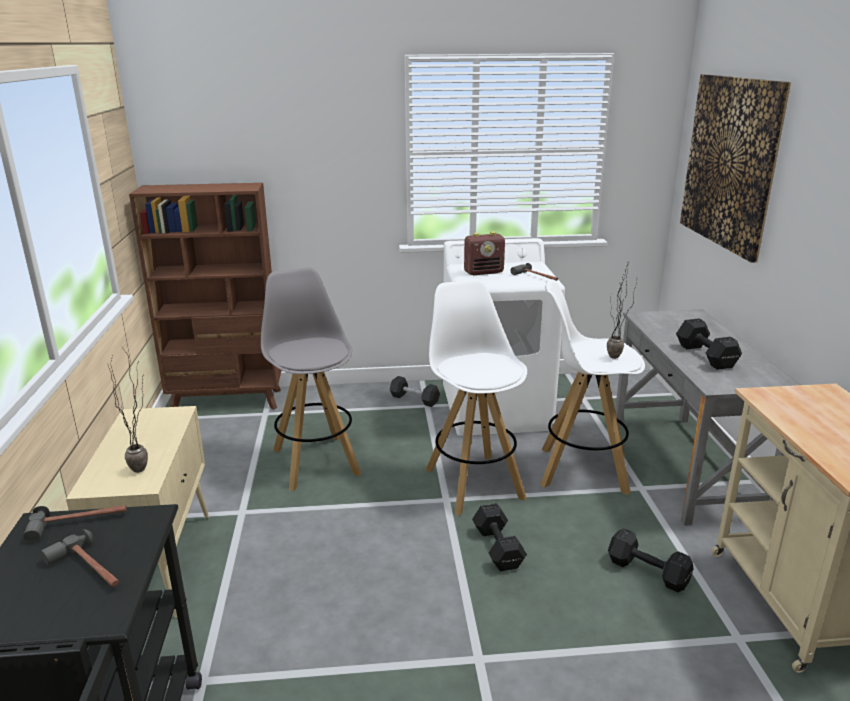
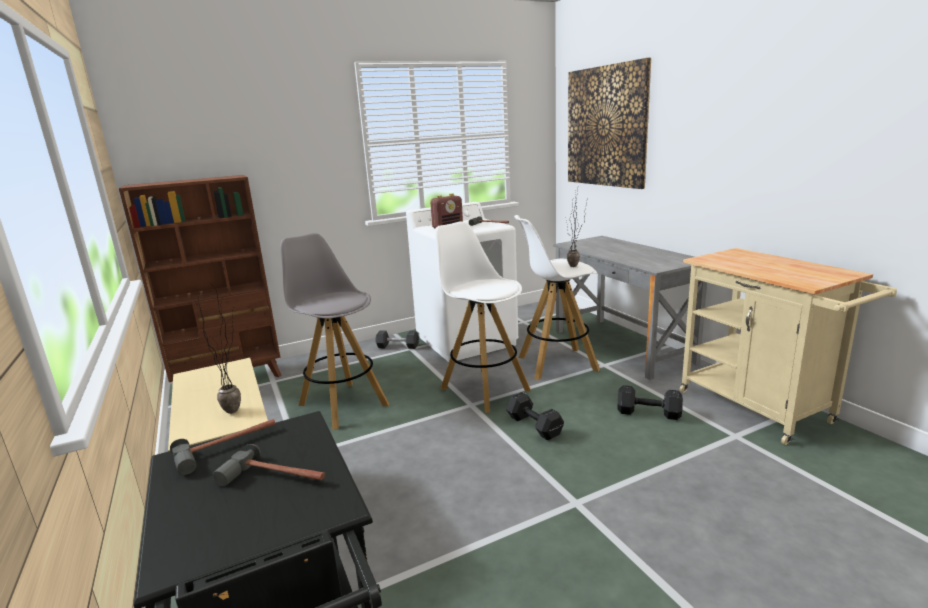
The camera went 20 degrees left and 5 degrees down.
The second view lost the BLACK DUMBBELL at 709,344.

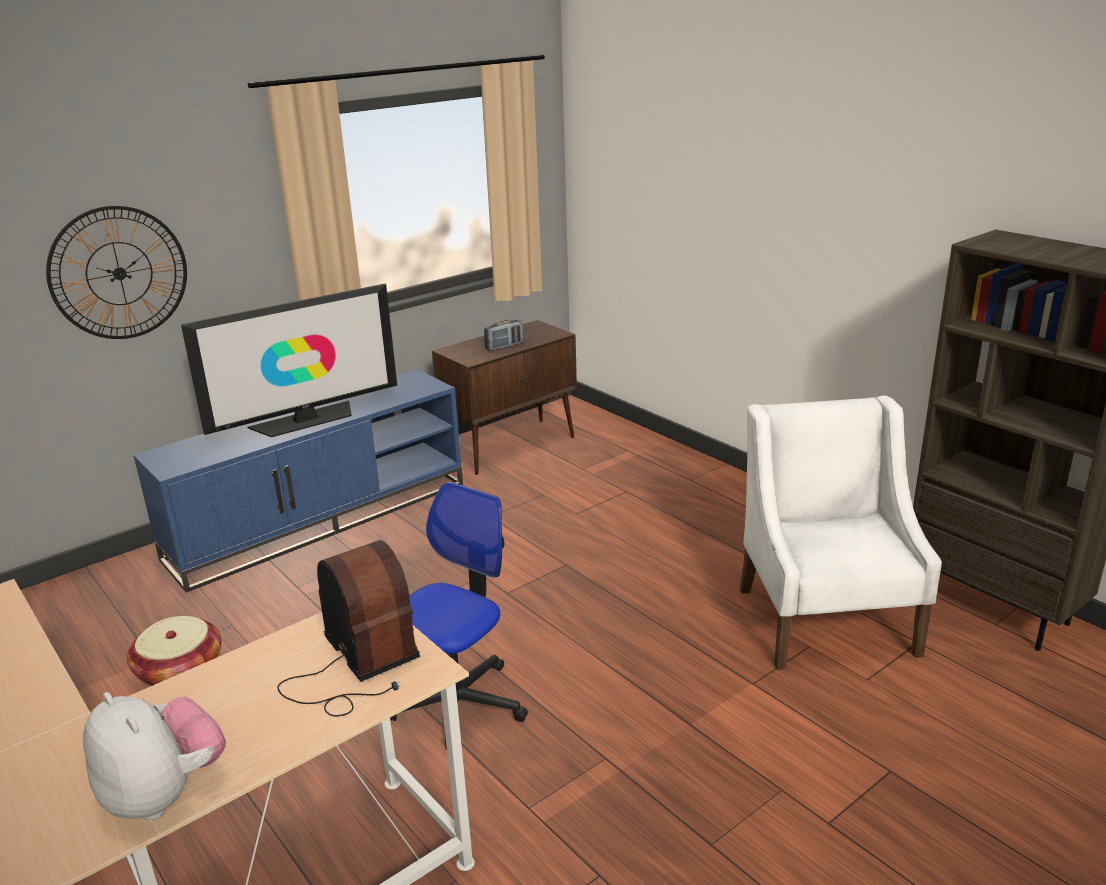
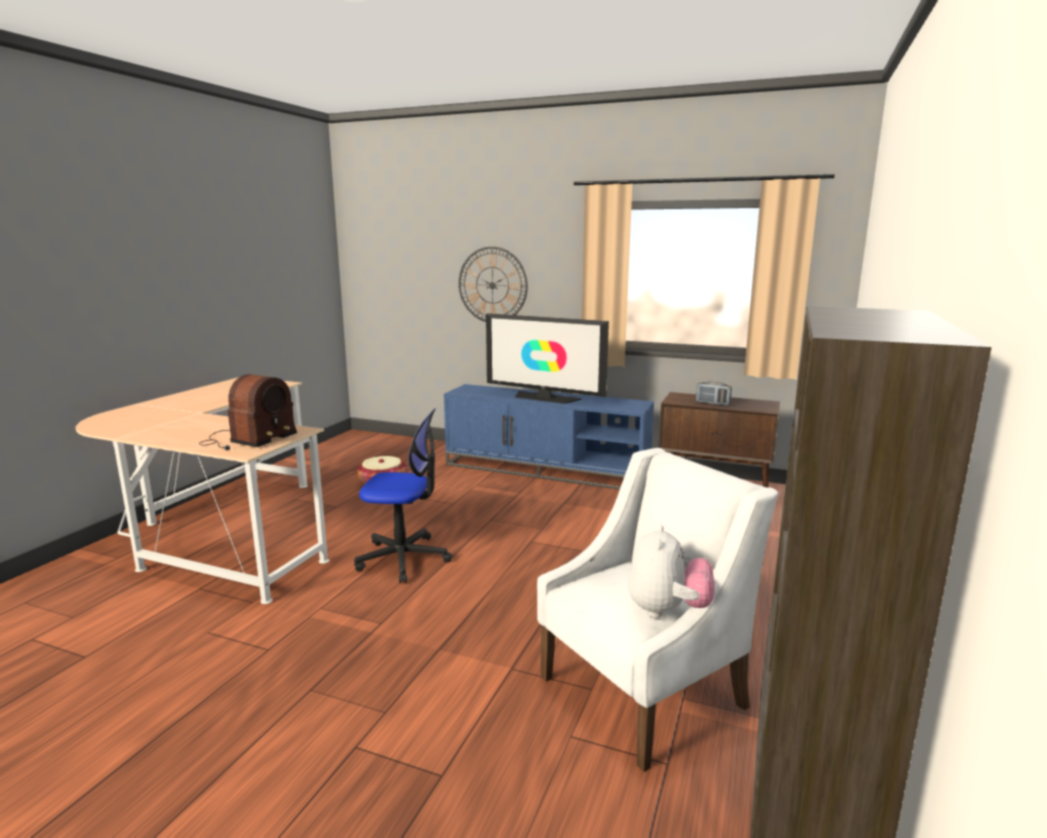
The camera went 60 degrees right and 10 degrees down.
The PLUSH TOY ended up elsewhere, having gone from 154,756 to 671,571.

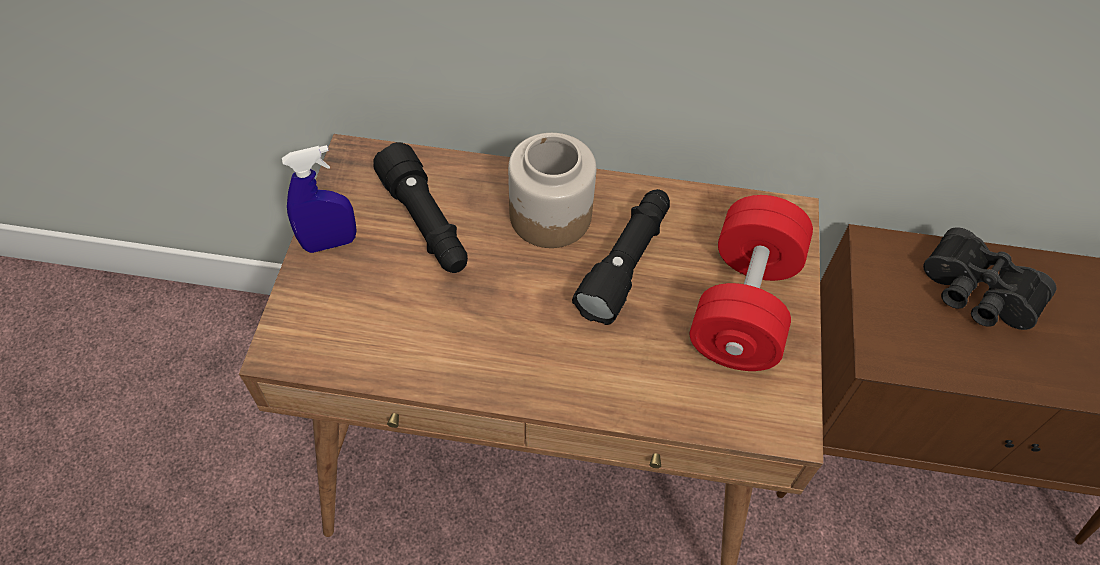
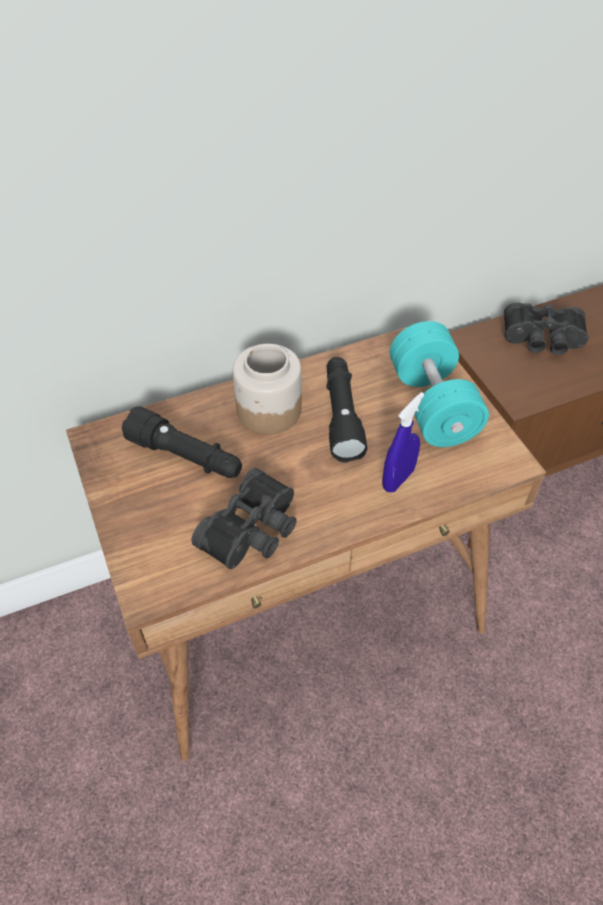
The camera went 30 degrees left and 5 degrees down.
The BLUE SPRAY BOTTLE ended up elsewhere, having gone from 319,199 to 403,442.
What was the RED DUMBBELL at 751,283 turned into the TURQUOISE DUMBBELL at 439,384.
The second view gained the BLACK BINOCULARS at 244,518.

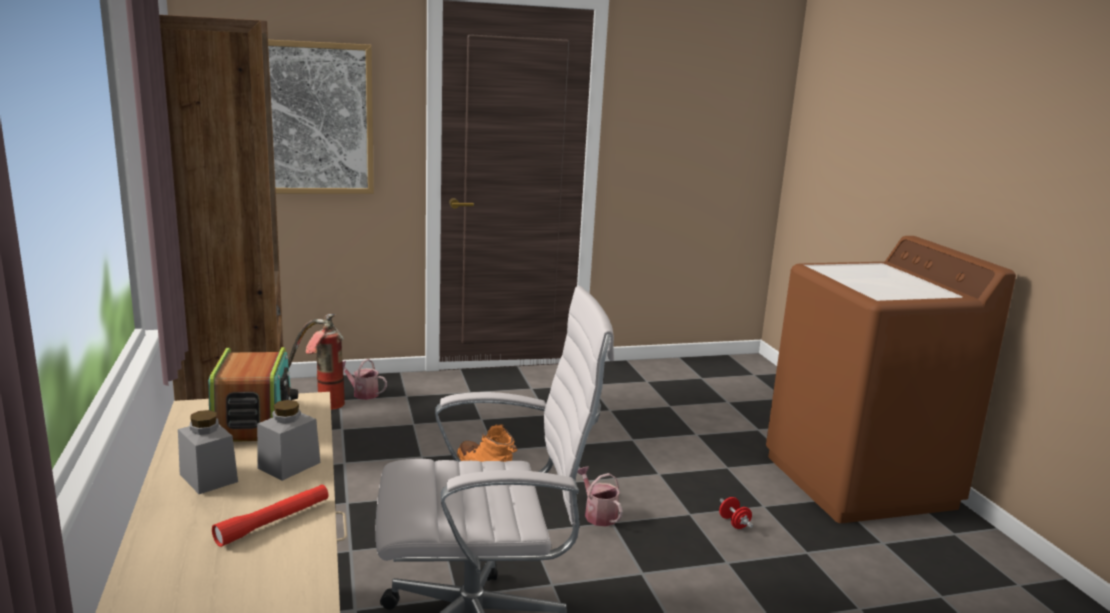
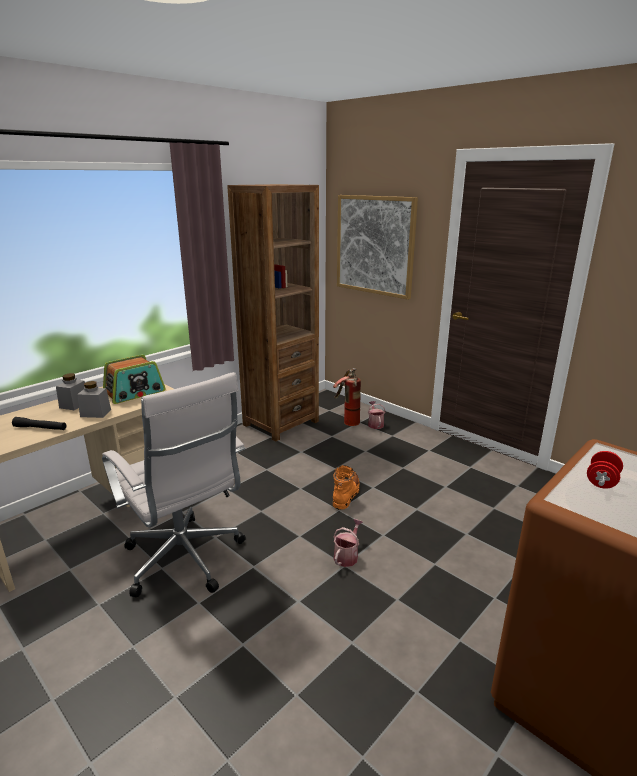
The camera went 60 degrees right and 5 degrees up.
What was the RED FLASHLIGHT at 270,516 turned into the BLACK FLASHLIGHT at 39,423.
The RED DUMBBELL ended up elsewhere, having gone from 736,513 to 605,470.

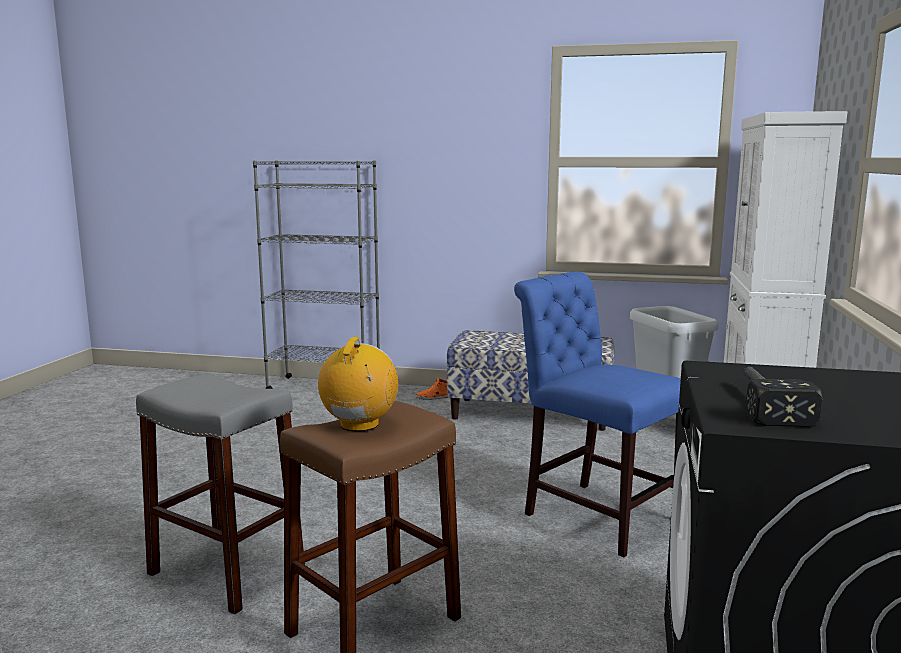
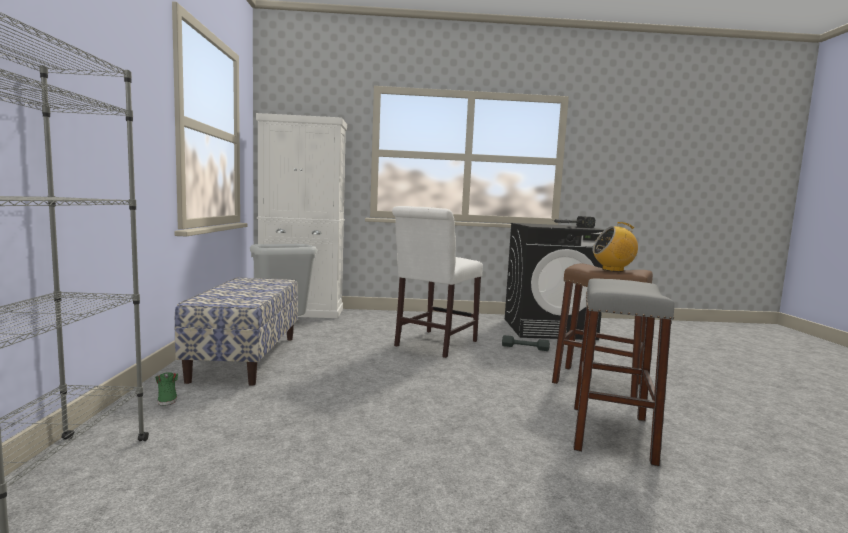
The camera went 105 degrees left and 5 degrees down.
What was the ORANGE SHOE at 432,389 turned into the GREEN SHOE at 166,389.
What was the BLUE CHAIR at 597,414 turned into the WHITE CHAIR at 437,282.
The second view gained the GREY DUMBBELL at 526,343.

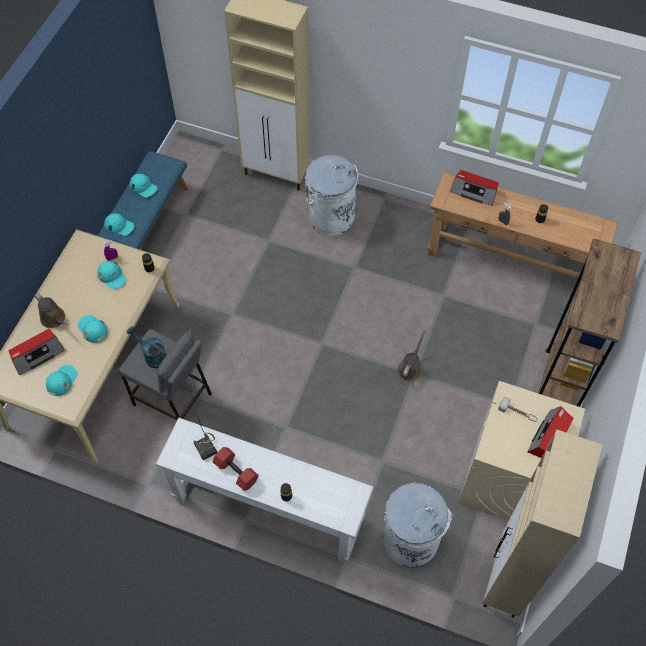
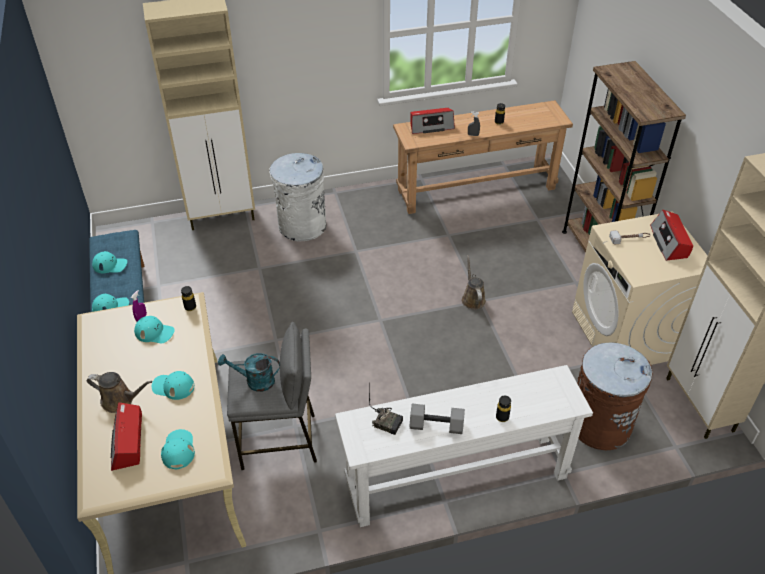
The camera went 35 degrees left and 15 degrees down.
The RADIO at 37,352 ended up facing another way, 150 degrees clockwise from before.
What was the RED DUMBBELL at 236,468 turned into the GREY DUMBBELL at 437,419.
What was the WHITE TRASH CAN at 418,525 turned into the BROWN TRASH CAN at 615,396.

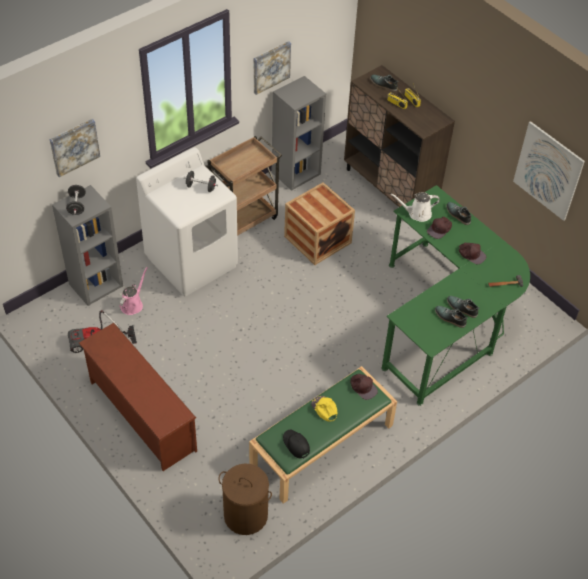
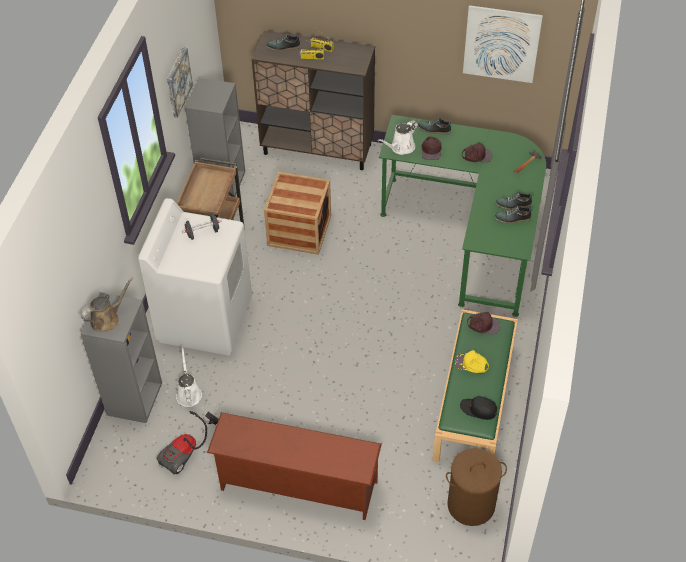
The camera went 35 degrees left and 0 degrees up.
The second view lost the PICTURE at 75,148.
Where the BLACK DUMBBELL stood at 76,200, the BROWN WATERING CAN came to stand at 107,304.
What was the PINK WATERING CAN at 133,291 turned into the WHITE WATERING CAN at 189,377.

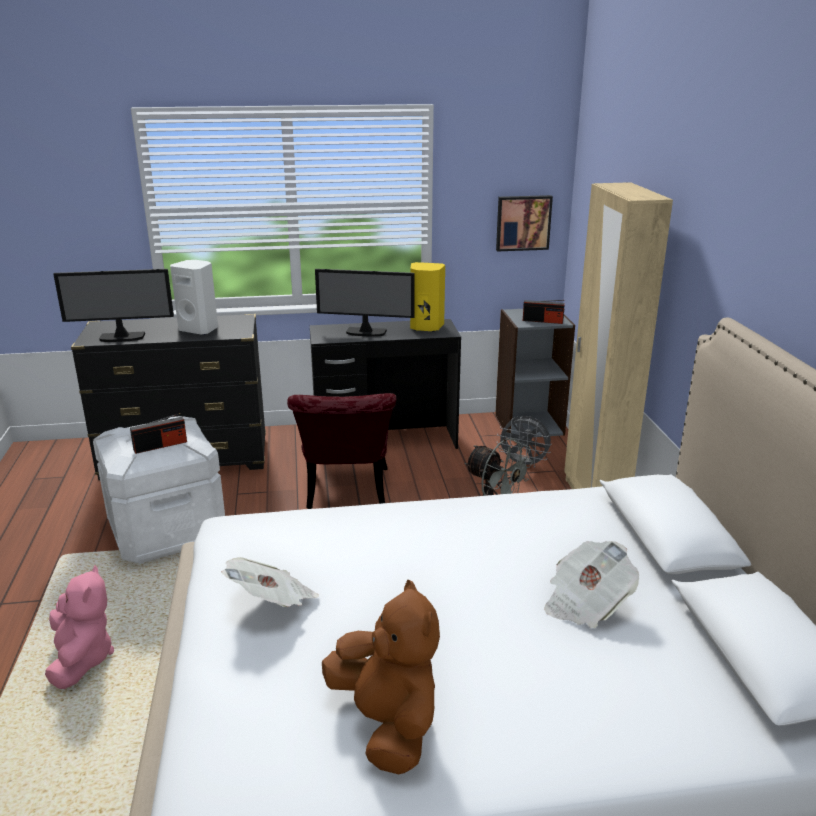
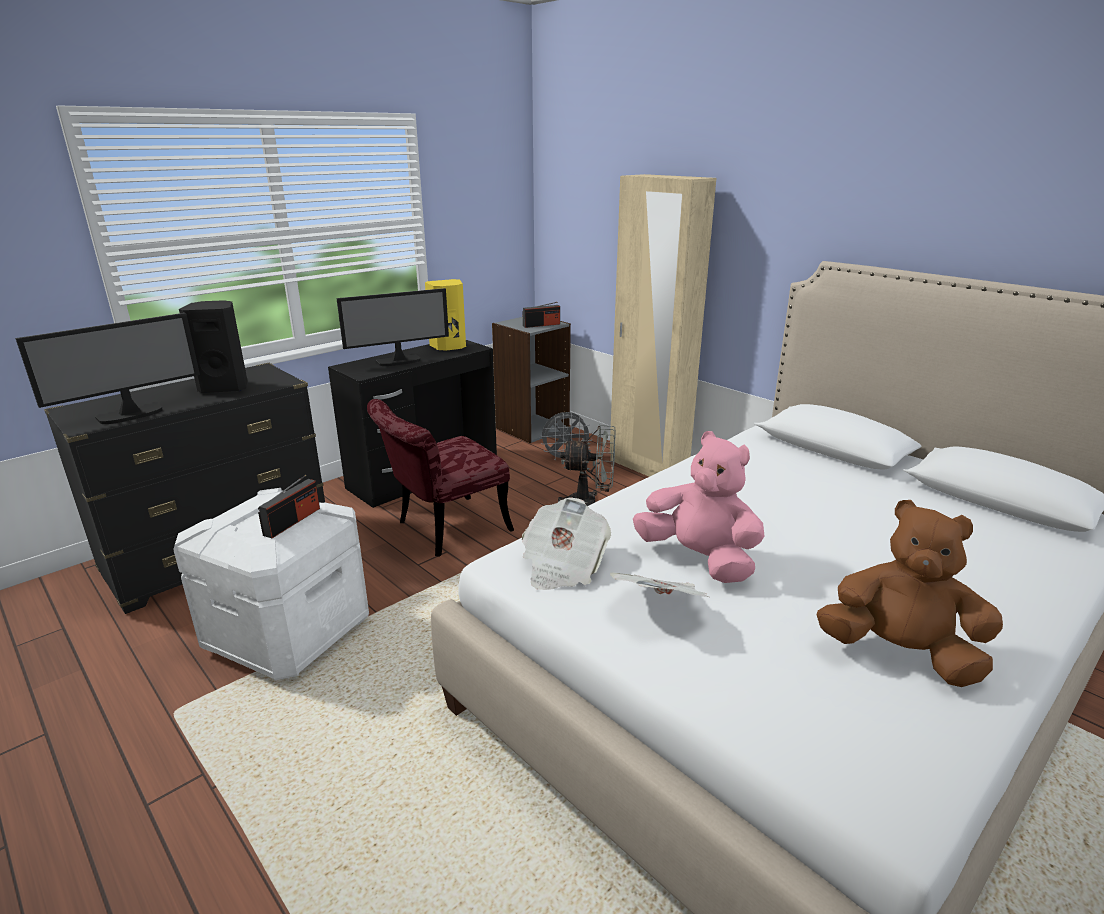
The camera went 35 degrees left and 0 degrees up.
The PINK PLUSH TOY ended up elsewhere, having gone from 79,627 to 699,507.
What was the WHITE SPEAKER at 194,297 turned into the BLACK SPEAKER at 213,346.
The RED CHAIR at 341,451 ended up facing another way, 90 degrees clockwise from before.
The second view lost the PICTURE at 524,223.
The NEWSPAPER ended up elsewhere, having gone from 591,584 to 566,544.

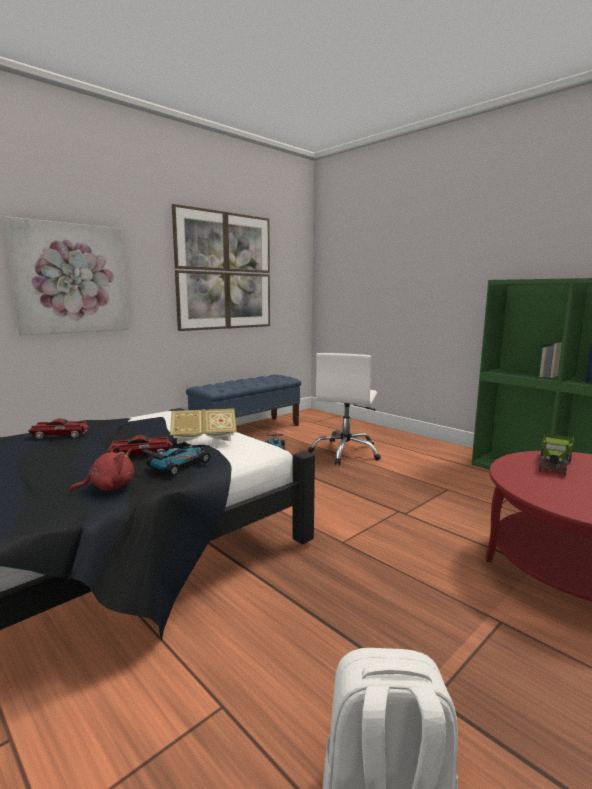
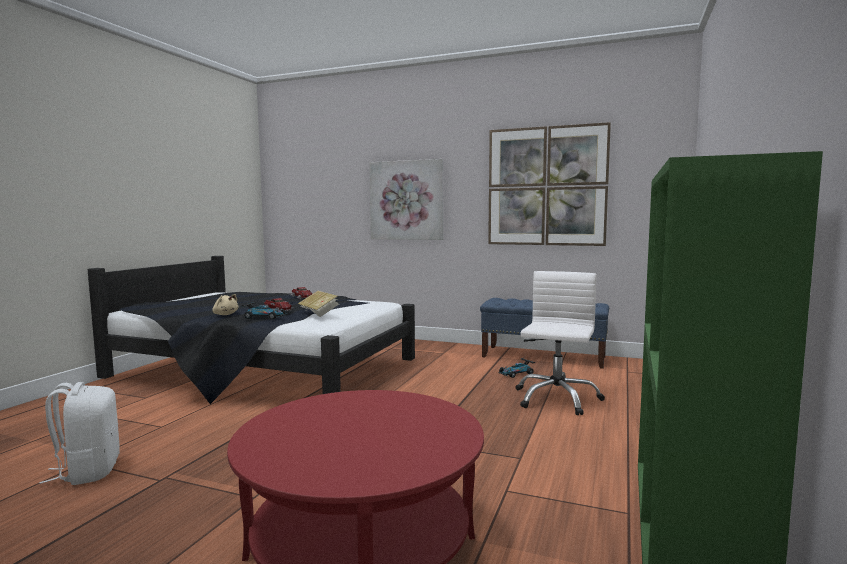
The camera went 65 degrees right and 5 degrees down.
What was the RED PLUSH TOY at 101,468 turned into the BEIGE PLUSH TOY at 225,304.
The WHITE OFFICE CHAIR at 344,409 ended up facing another way, 120 degrees clockwise from before.
The second view lost the TOY TRUCK at 557,455.

